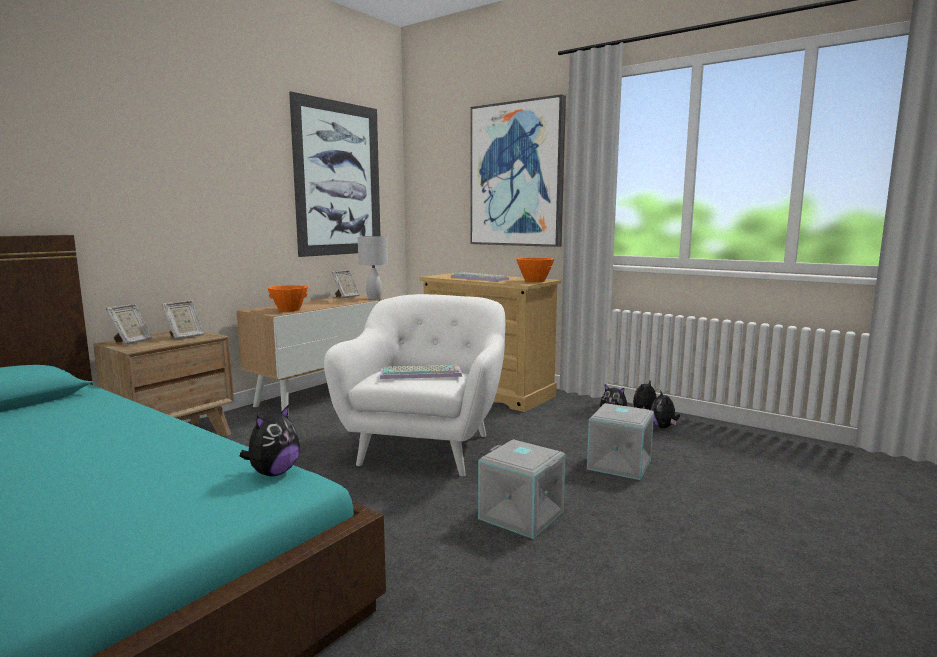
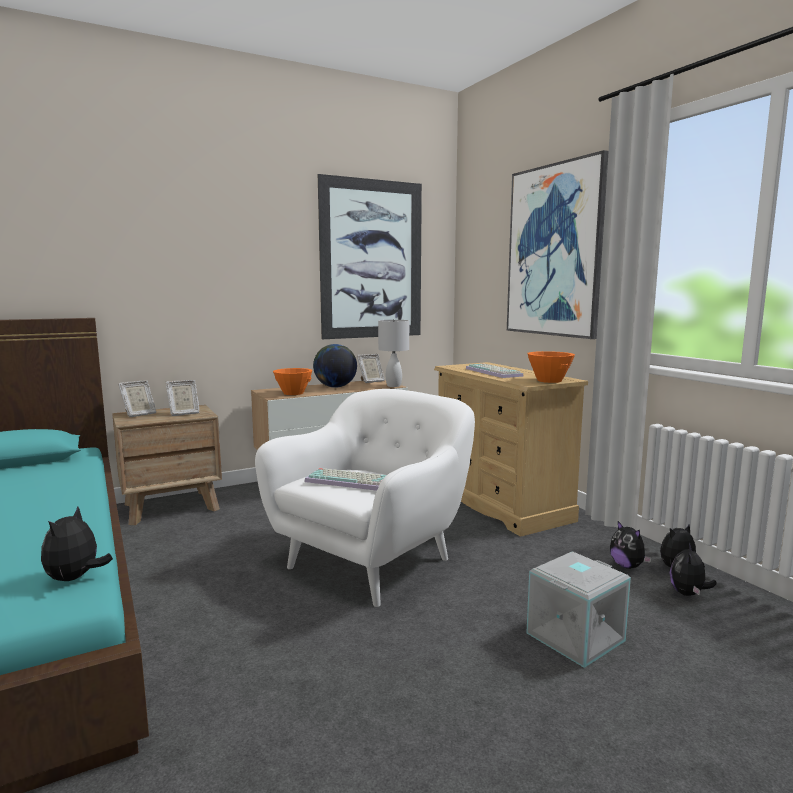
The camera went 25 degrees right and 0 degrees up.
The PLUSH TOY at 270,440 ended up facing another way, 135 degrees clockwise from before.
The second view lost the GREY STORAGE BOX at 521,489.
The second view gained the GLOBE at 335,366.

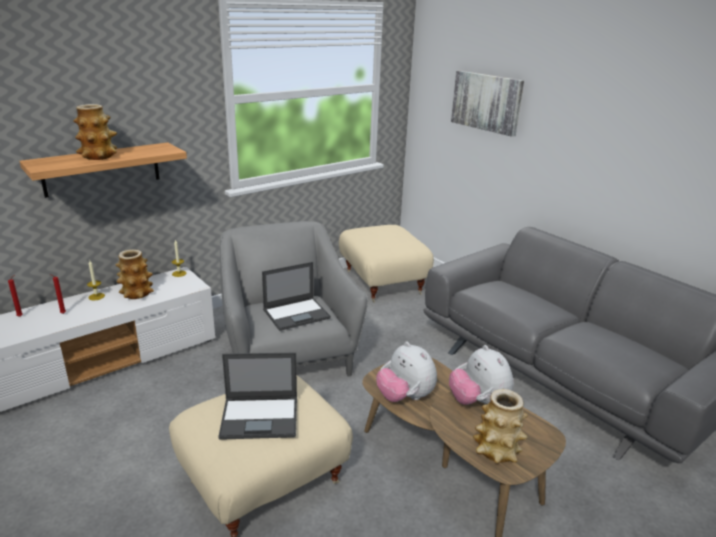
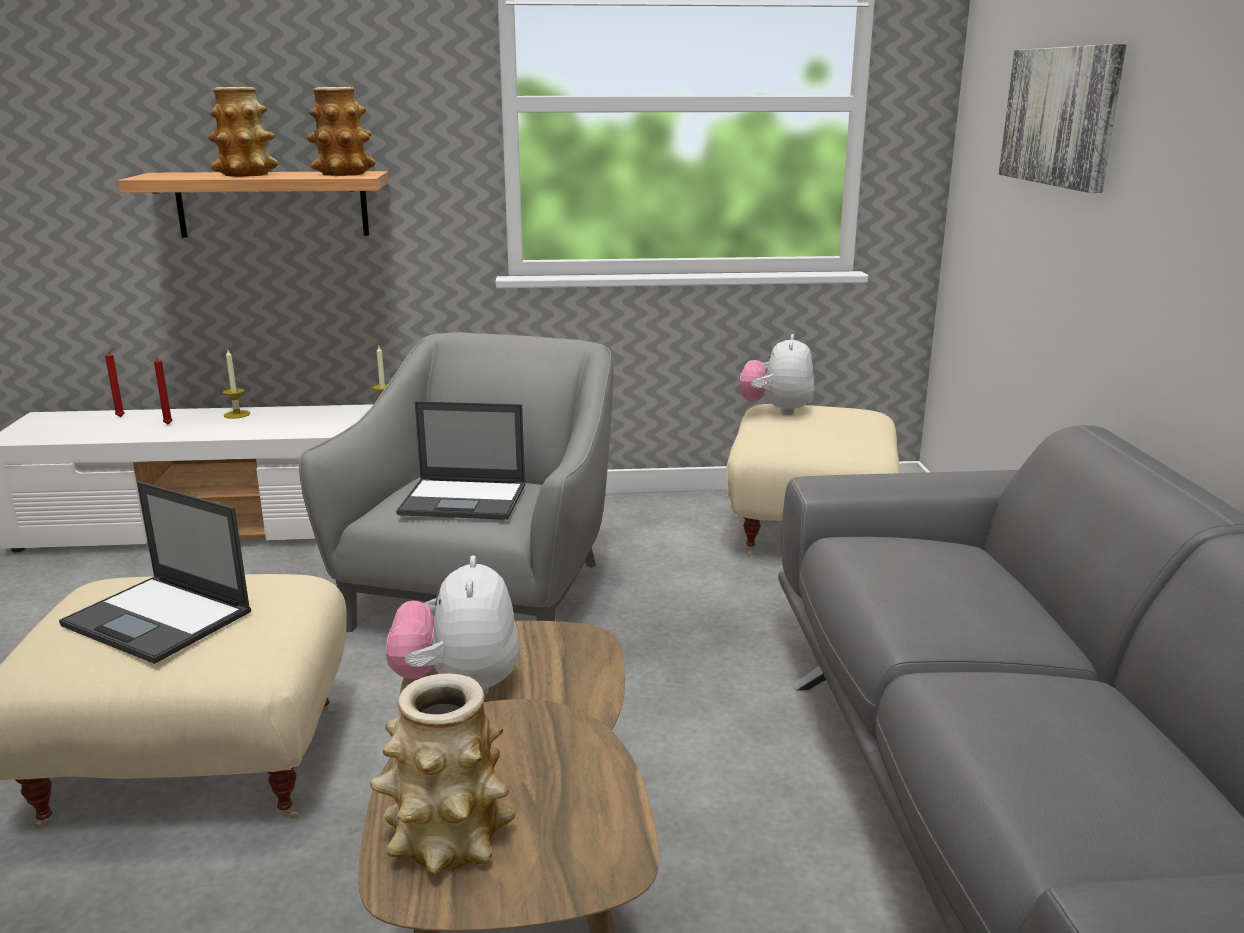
The camera went 35 degrees right and 5 degrees down.
The VASE ended up elsewhere, having gone from 135,274 to 341,131.
The PLUSH TOY ended up elsewhere, having gone from 481,375 to 777,374.

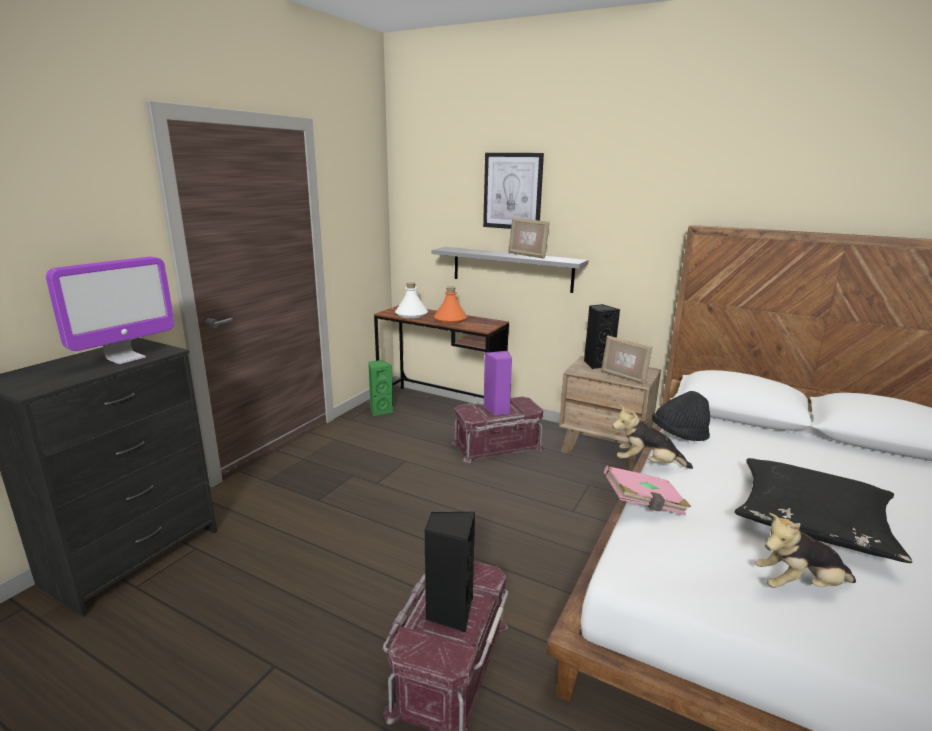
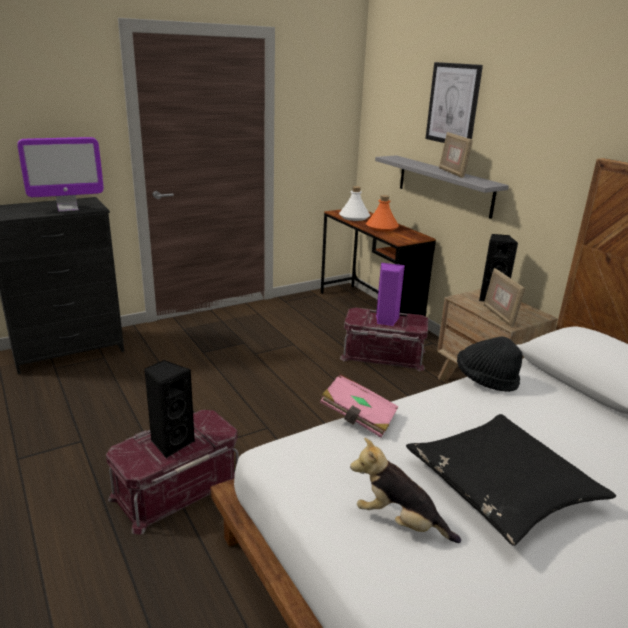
The camera went 30 degrees right and 5 degrees up.
The second view lost the GREEN SPEAKER at 380,388.
The second view lost the PLUSH TOY at 652,436.

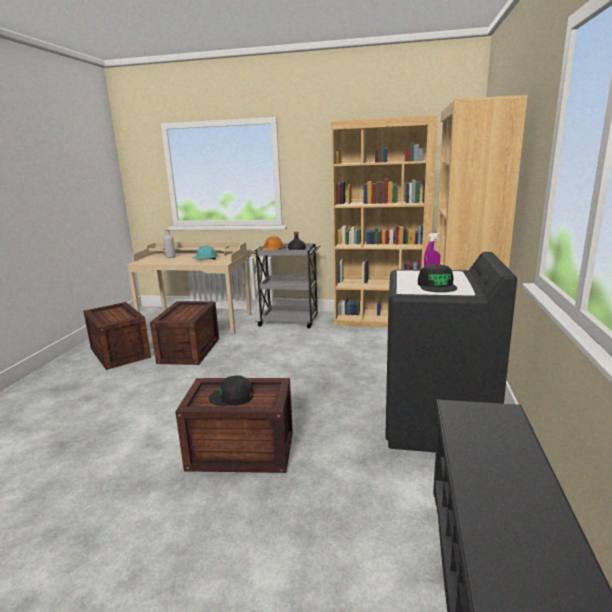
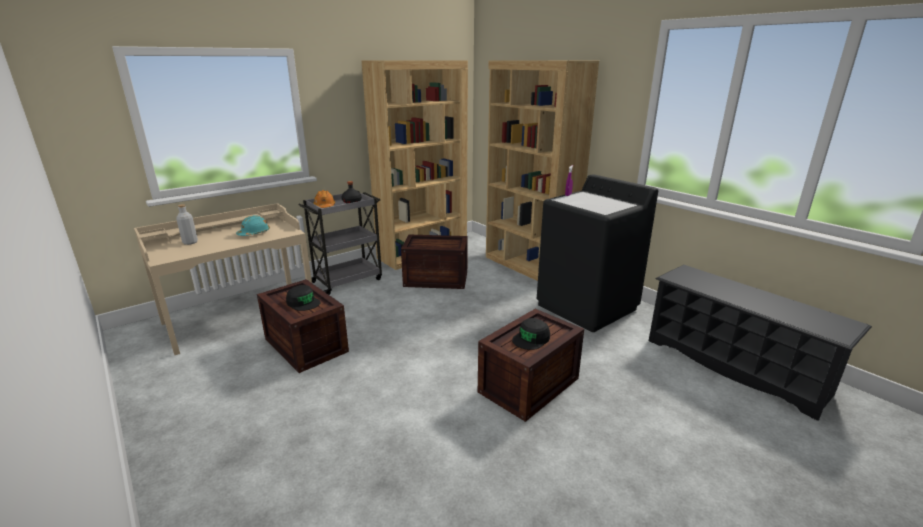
The camera went 50 degrees left and 5 degrees up.
The CRATE ended up elsewhere, having gone from 117,336 to 434,262.
The BLACK CAP ended up elsewhere, having gone from 437,278 to 303,298.

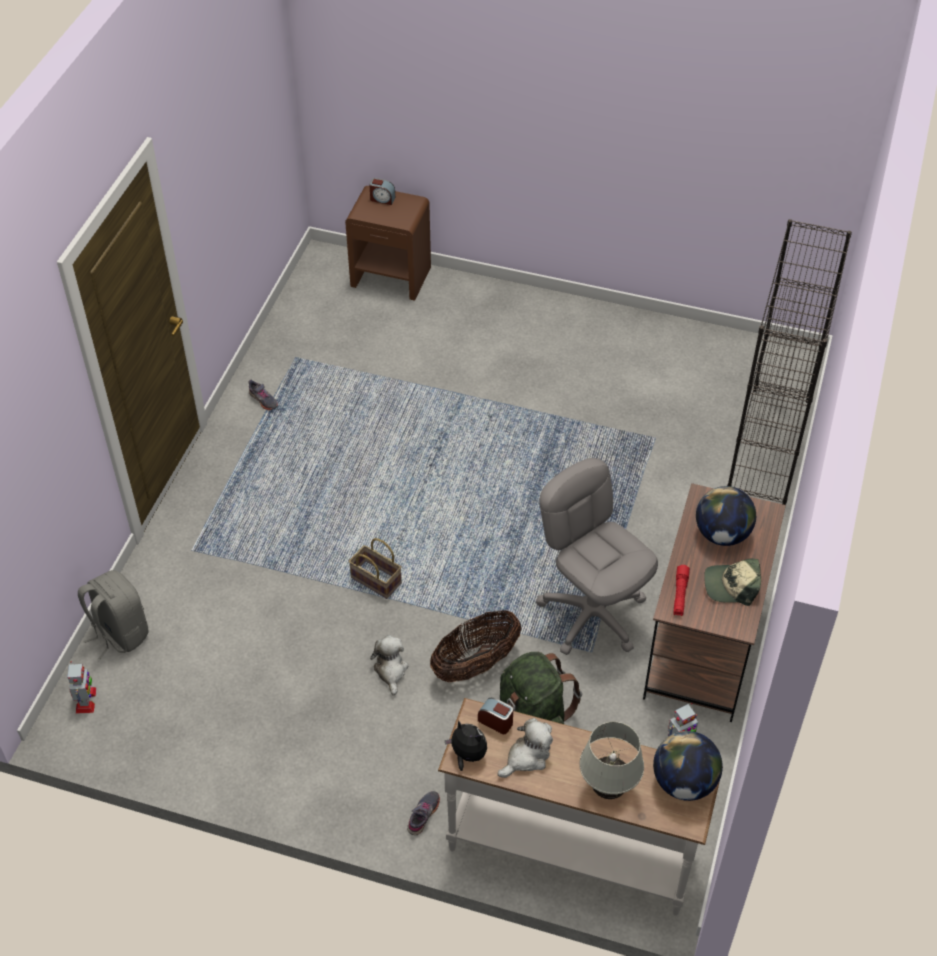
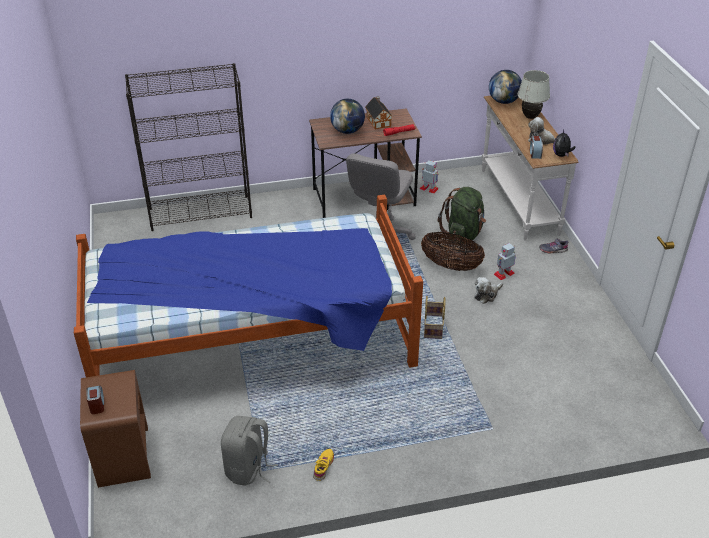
The camera went 120 degrees left and 10 degrees down.
The TOY ROBOT ended up elsewhere, having gone from 81,687 to 505,261.
The GREY BACKPACK ended up elsewhere, having gone from 113,614 to 249,451.
What was the GREY SHOE at 263,394 turned into the YELLOW SHOE at 323,465.
Where the CAP stood at 732,582, the TOY HOUSE came to stand at 379,112.
The second view gained the BED at 248,286.

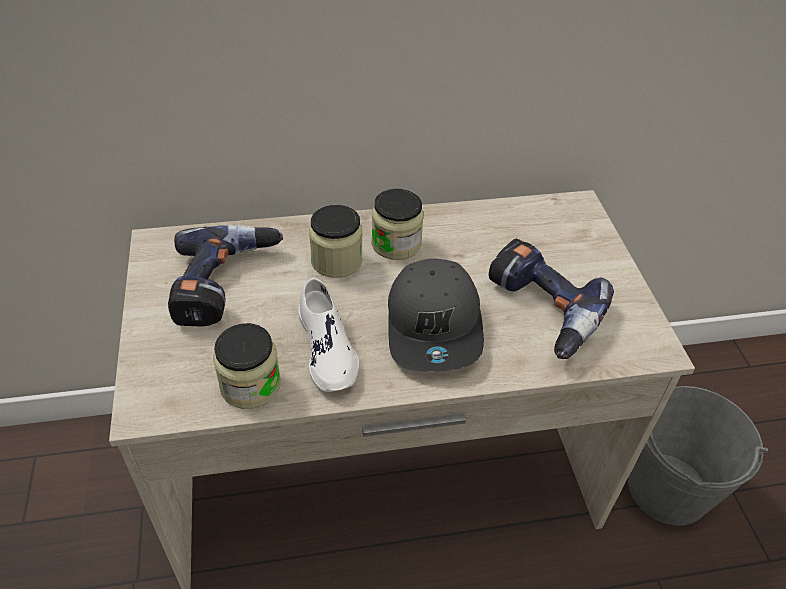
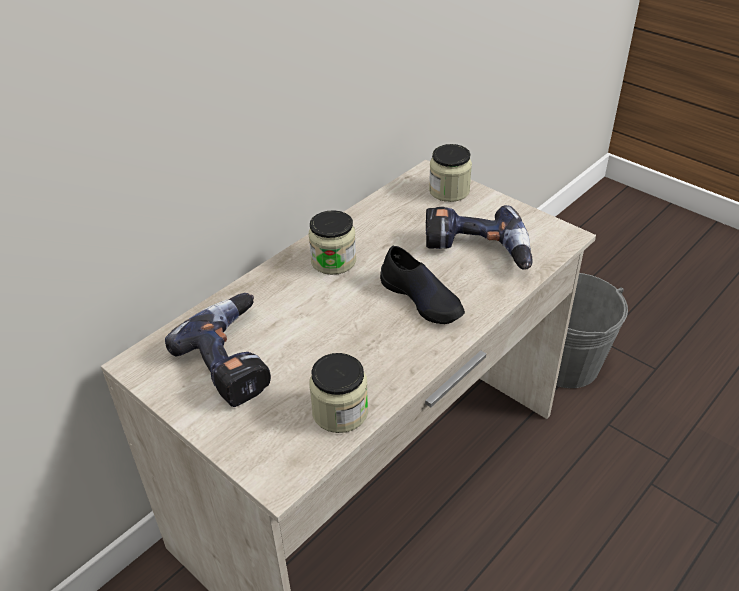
The camera went 35 degrees left and 5 degrees down.
The second view lost the WHITE SHOE at 328,335.
The JAR ended up elsewhere, having gone from 336,241 to 450,173.
Where the GREY CAP stood at 436,315, the BLACK SHOE came to stand at 422,284.

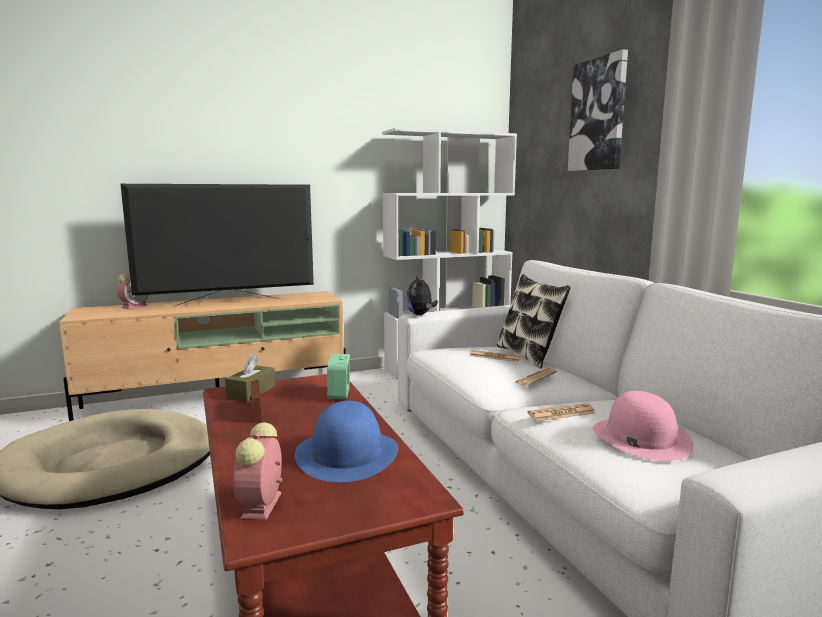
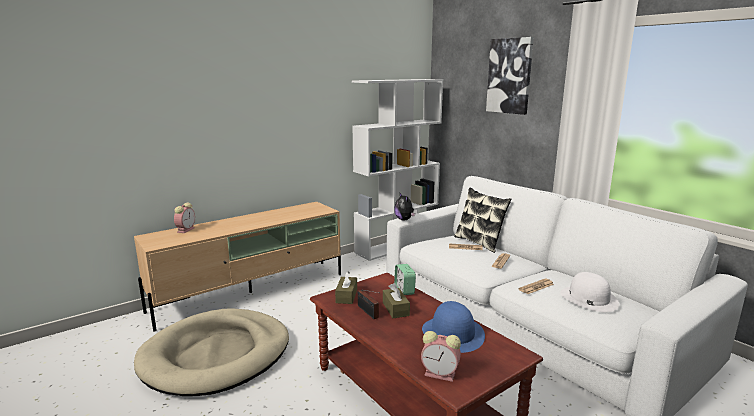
The camera went 15 degrees left and 5 degrees up.
The second view lost the TELEVISION at 217,245.
The ALARM CLOCK at 257,471 ended up facing another way, 60 degrees counterclockwise from before.
What was the PINK HAT at 643,426 turned into the WHITE HAT at 589,292.
The second view gained the BROWN TISSUE BOX at 396,300.

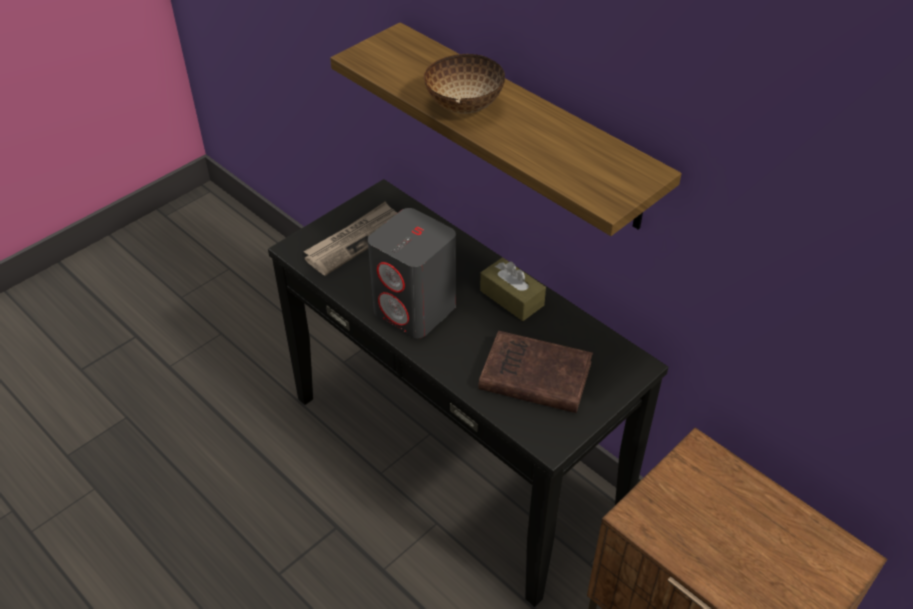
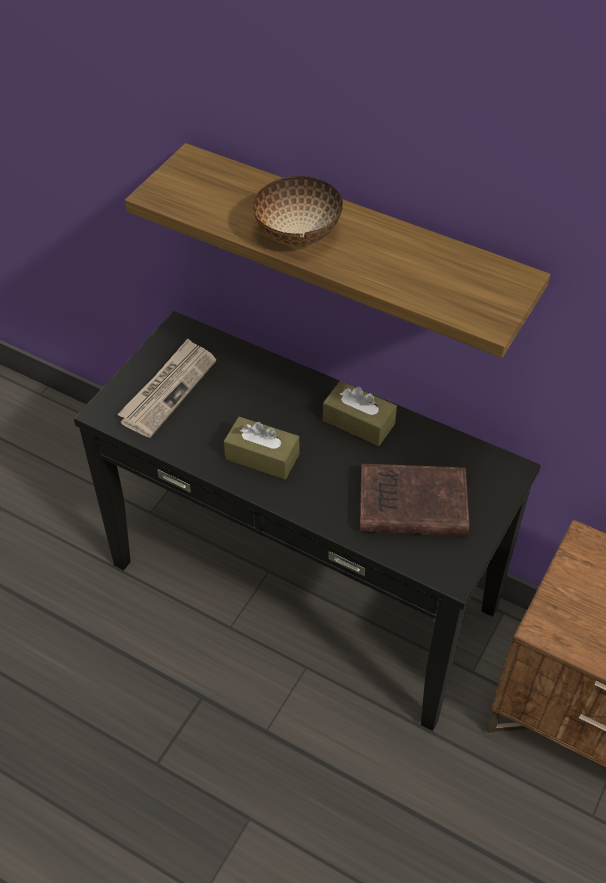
The camera went 15 degrees left and 5 degrees up.
Where the GREY SPEAKER stood at 412,273, the BROWN TISSUE BOX came to stand at 261,448.

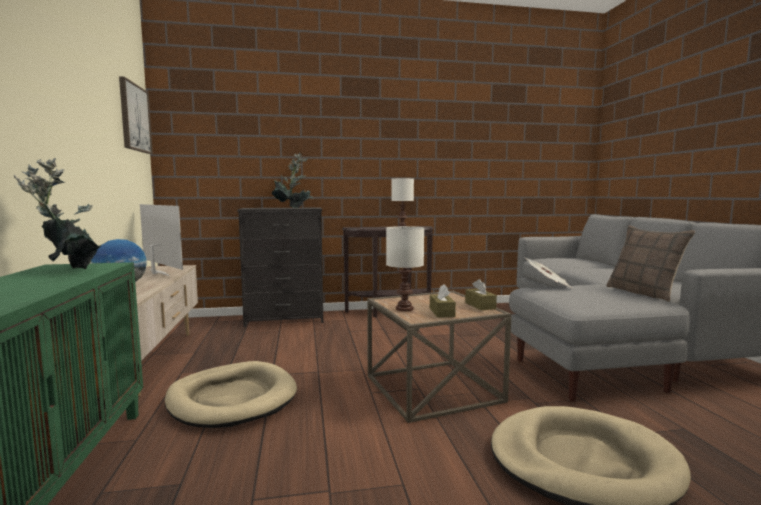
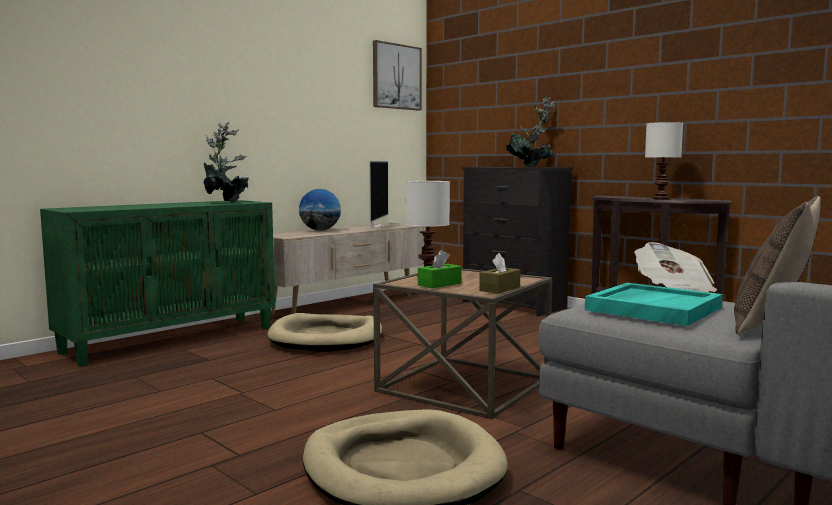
The camera went 55 degrees right and 0 degrees up.
What was the BROWN TISSUE BOX at 443,301 turned into the GREEN TISSUE BOX at 440,269.
The second view gained the TURQUOISE TRAY at 654,304.

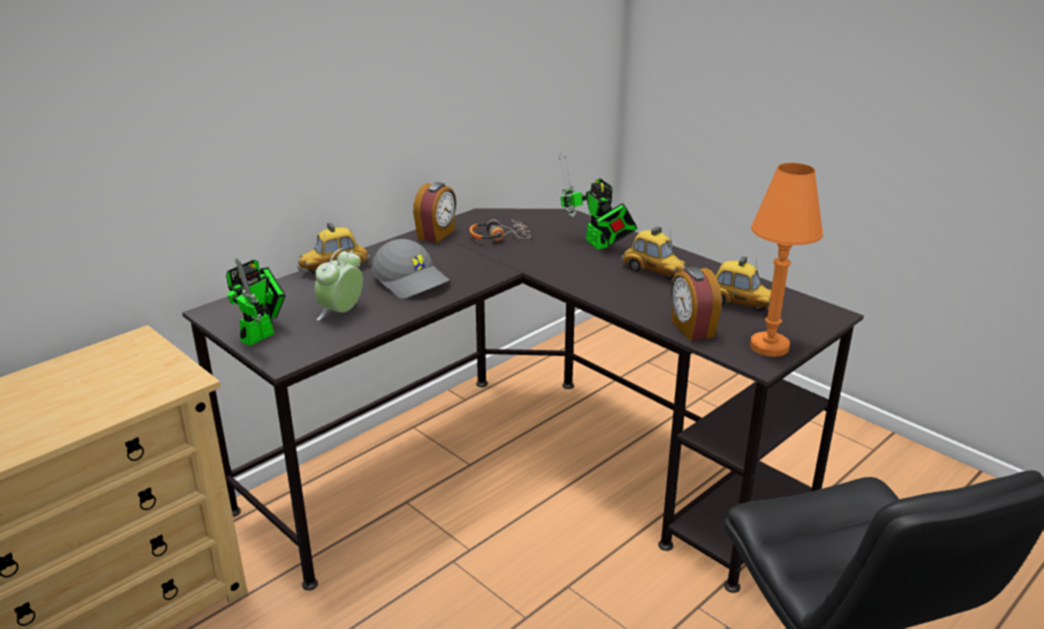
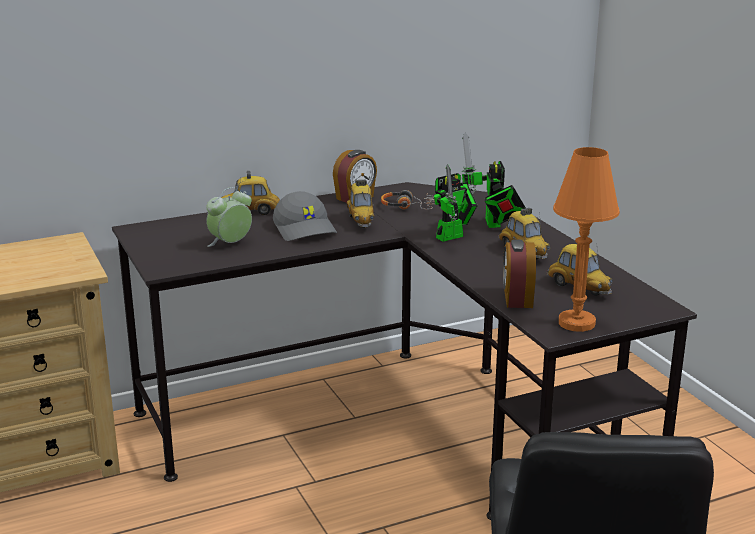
The camera went 20 degrees right and 5 degrees down.
The TOY ROBOT ended up elsewhere, having gone from 256,301 to 455,203.
The second view gained the TOY CAR at 360,204.

